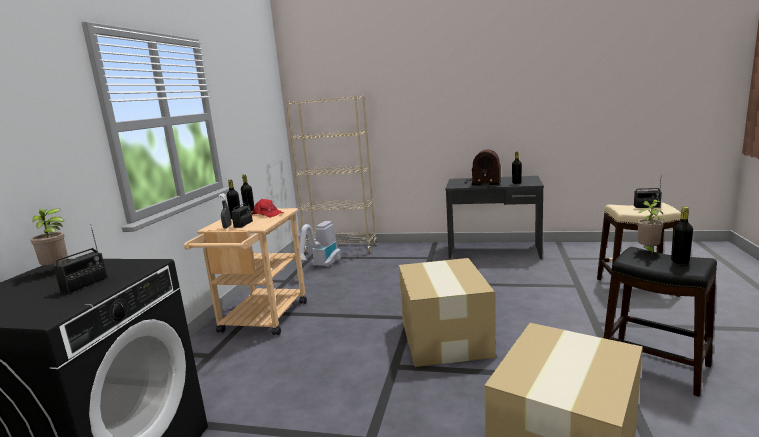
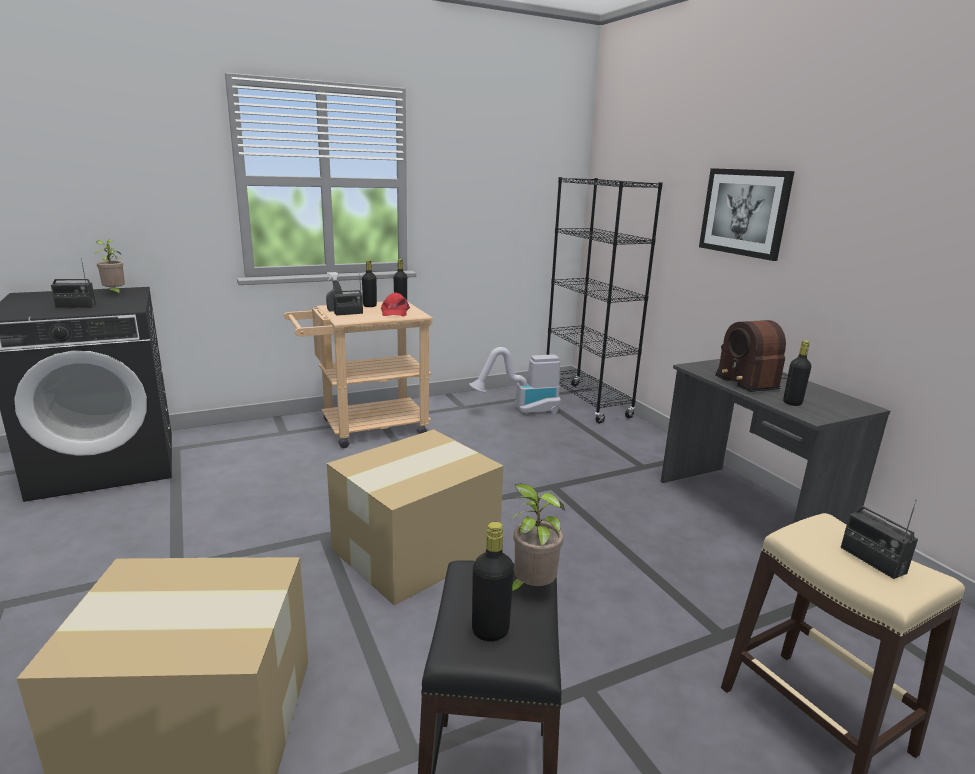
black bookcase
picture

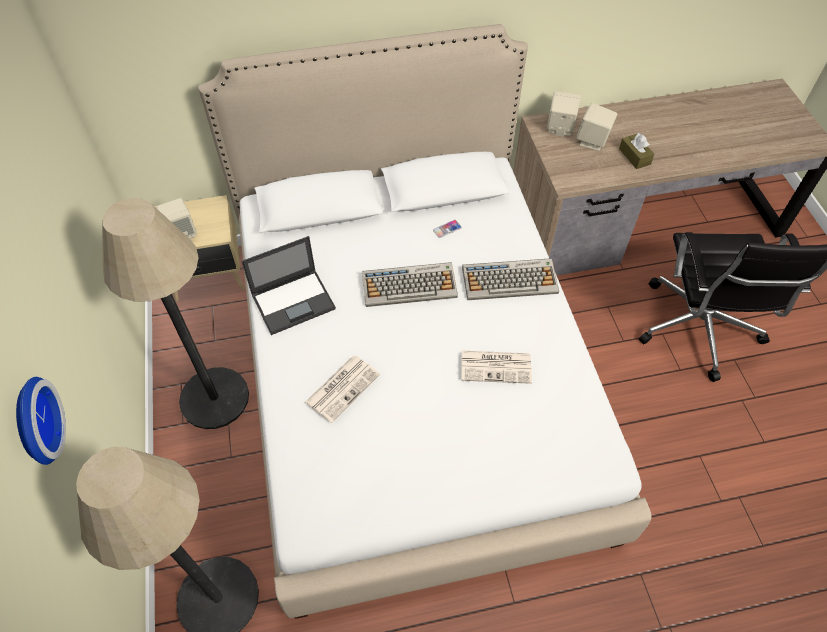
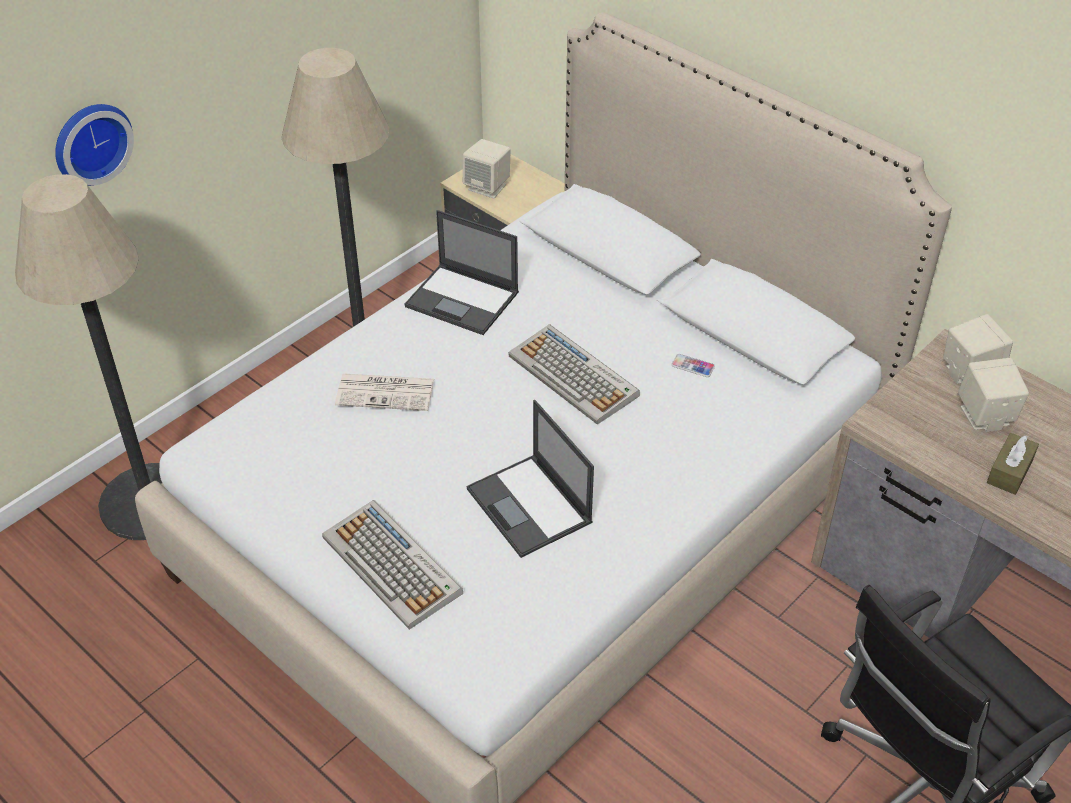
keyboard (1st from left)
laptop (2nd from left)

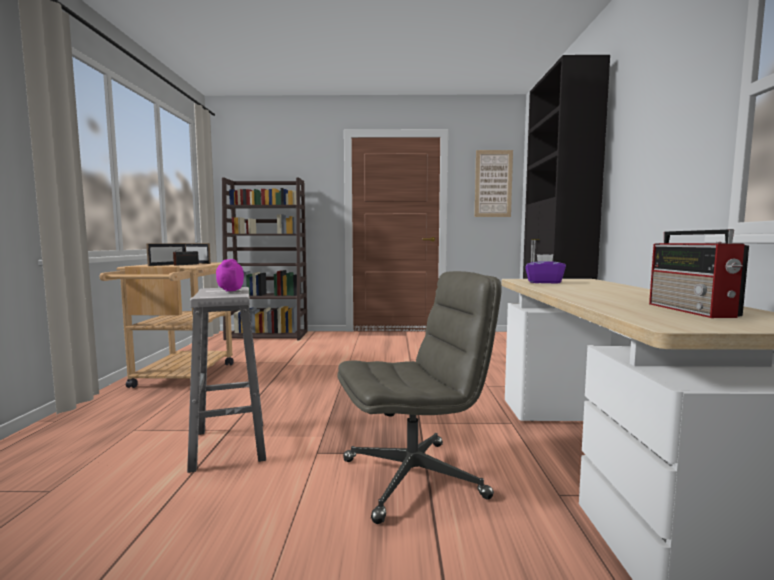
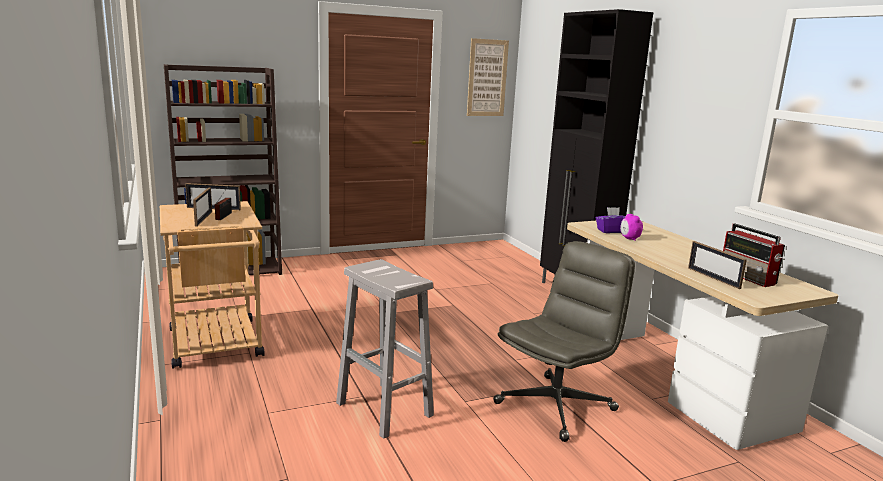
alarm clock
picture frame (3rd from left)

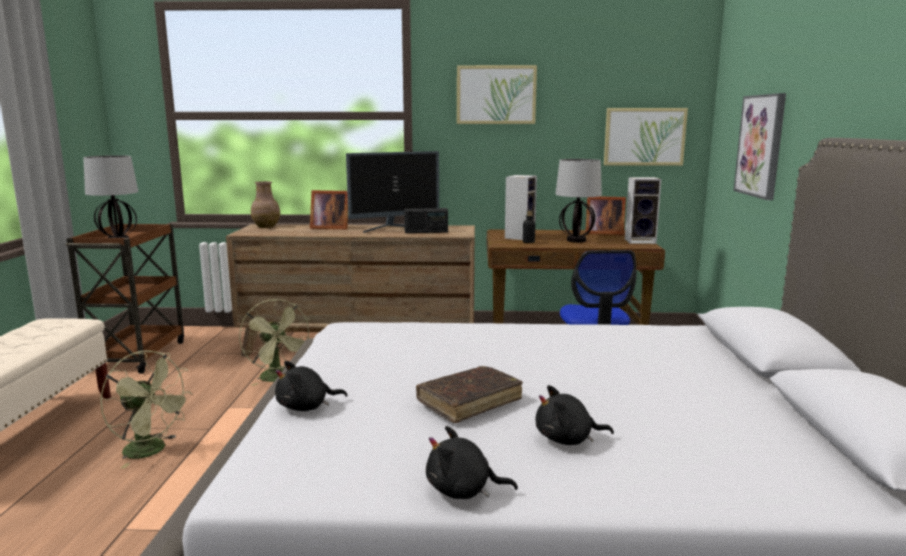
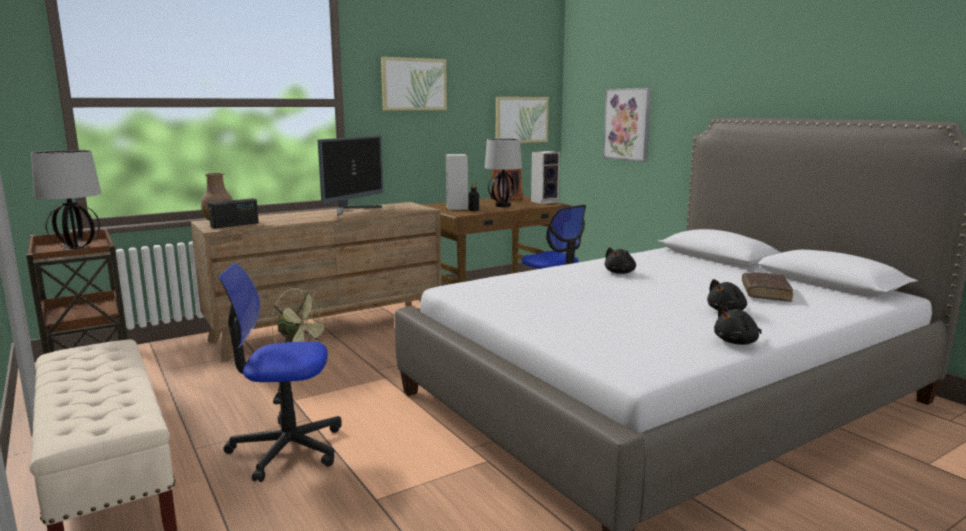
picture frame (1st from left in the first image)
radio
office chair (1st from left)
black plush toy (1st from left)
brown book

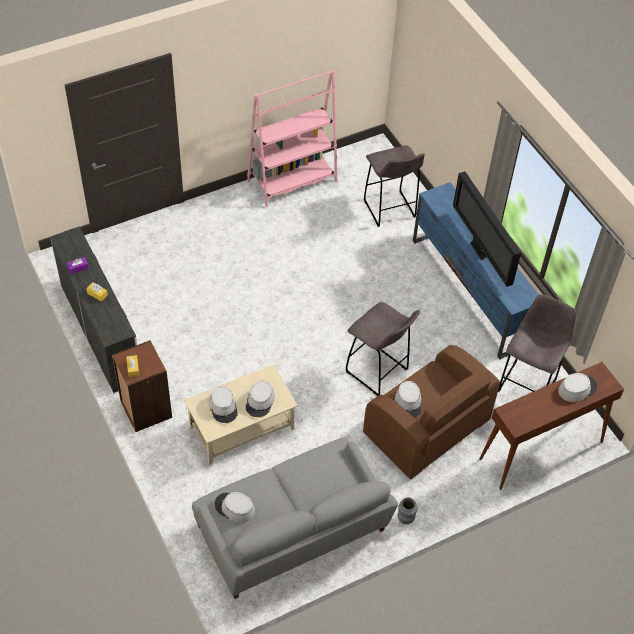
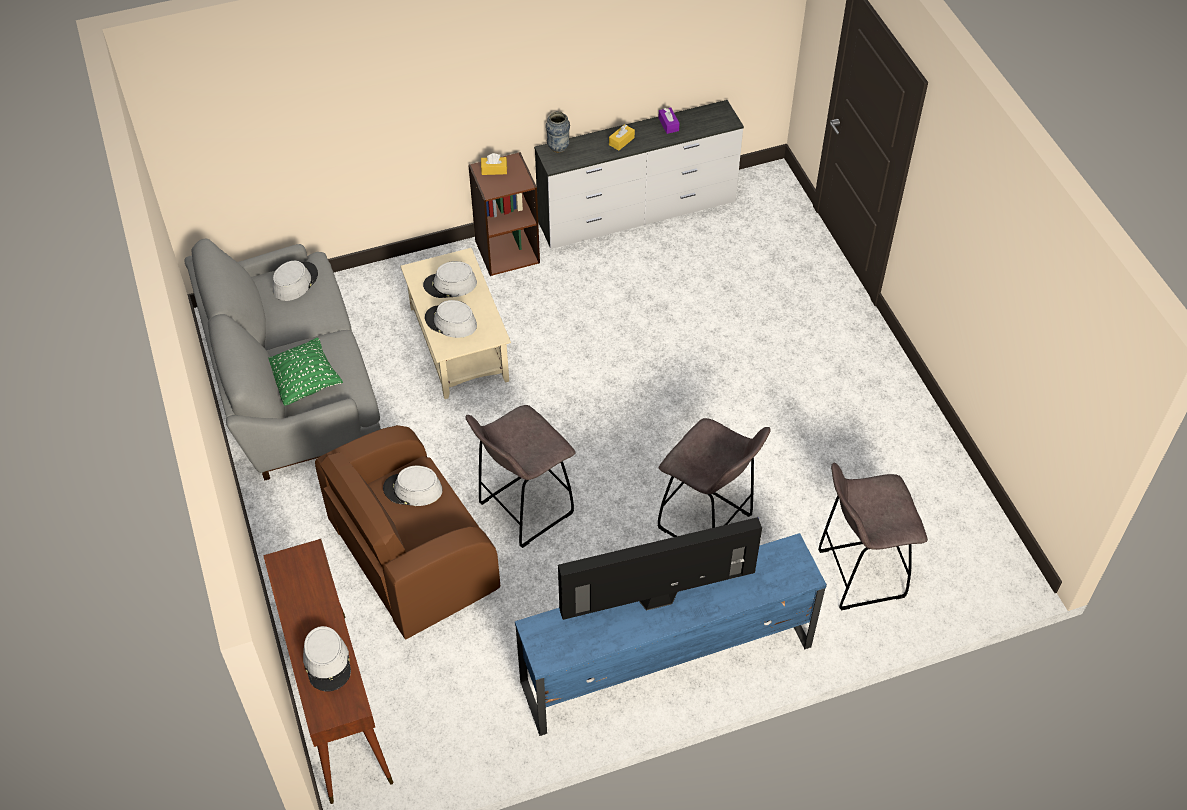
pink bookcase
grey stool (2nd from left)
vase
green pillow

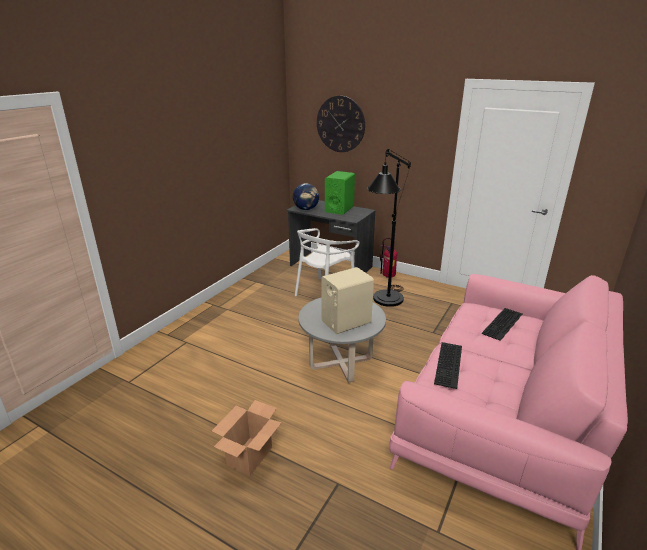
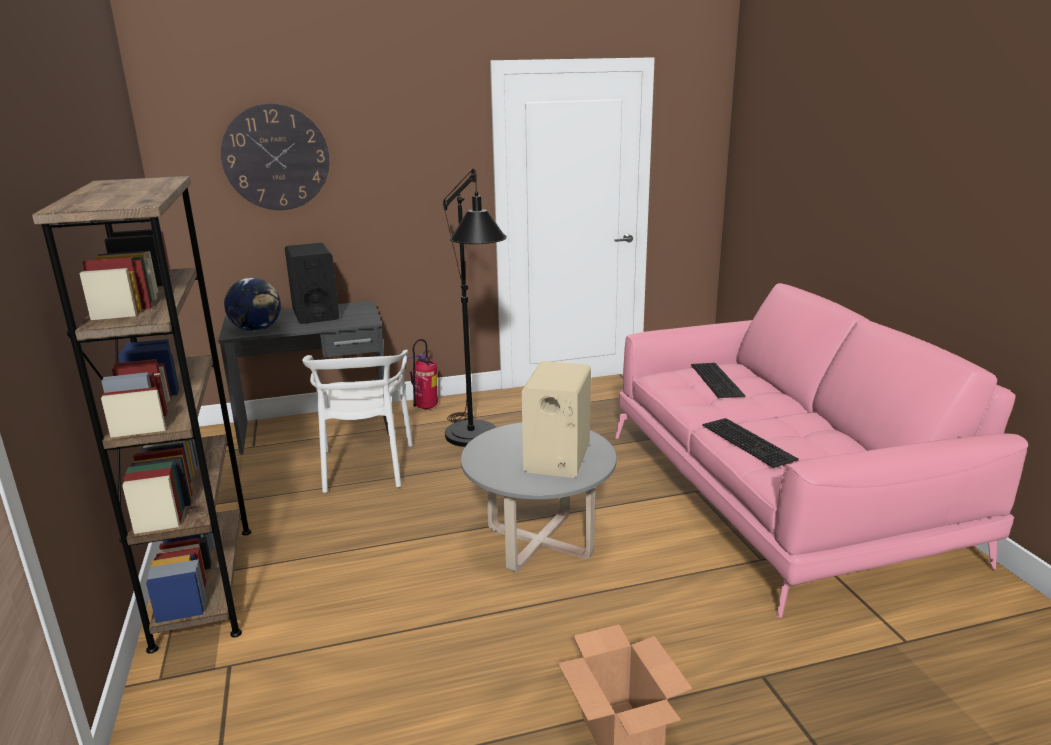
black speaker
brown bookcase

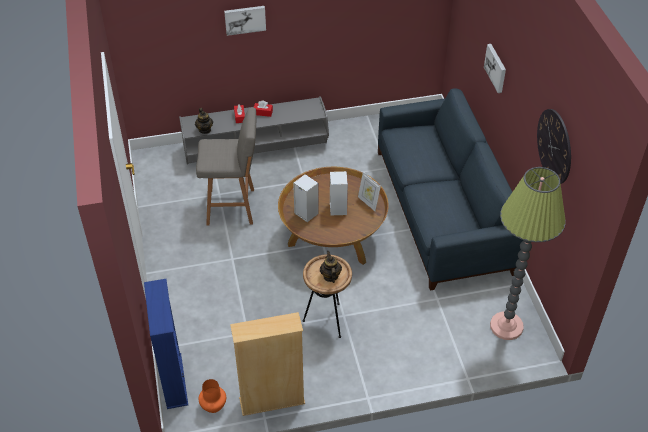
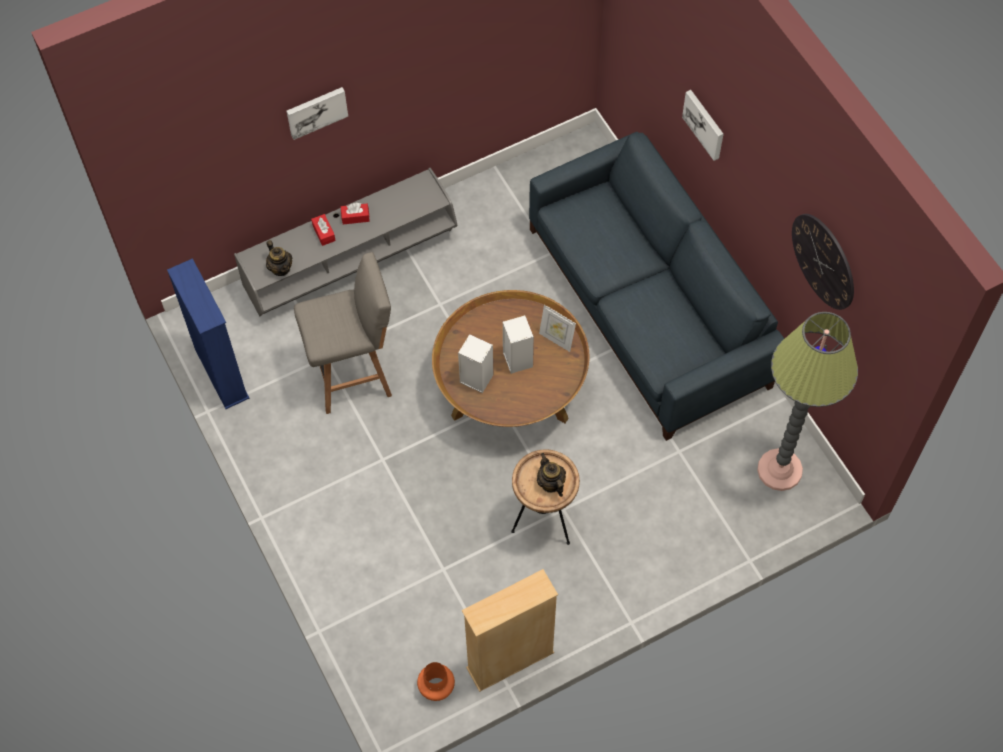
blue bookcase

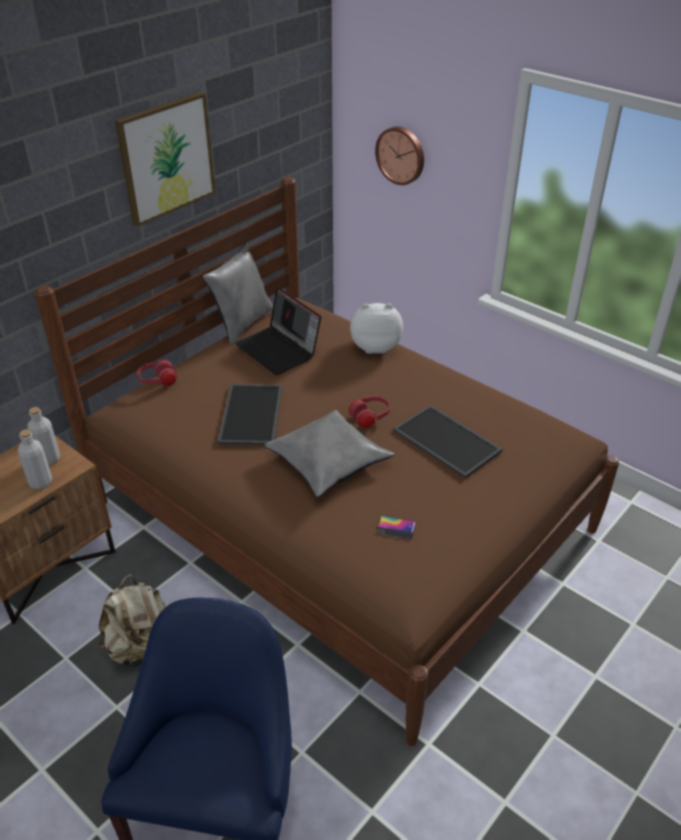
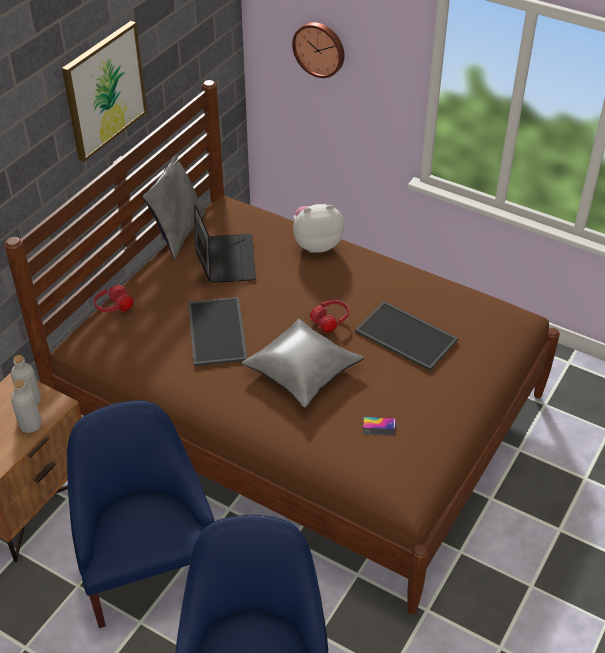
laptop
blue armchair (1st from left)

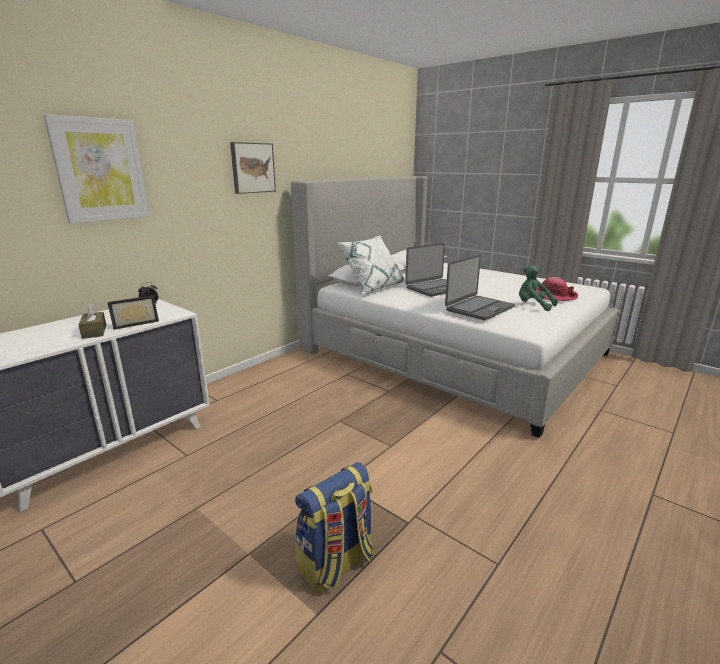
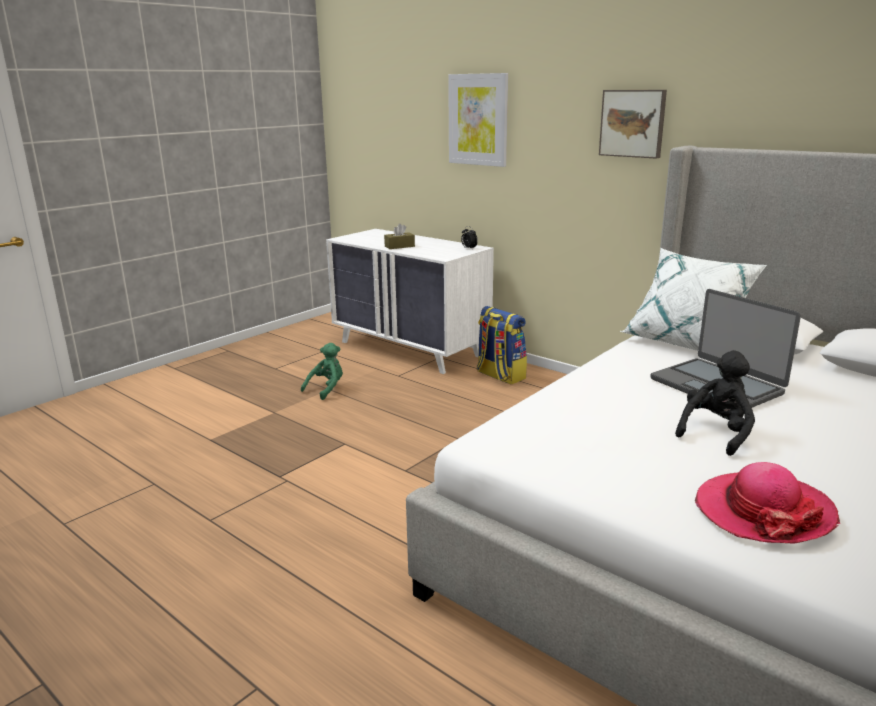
laptop (2nd from left in the first image)
green plush toy
picture frame
backpack
black plush toy

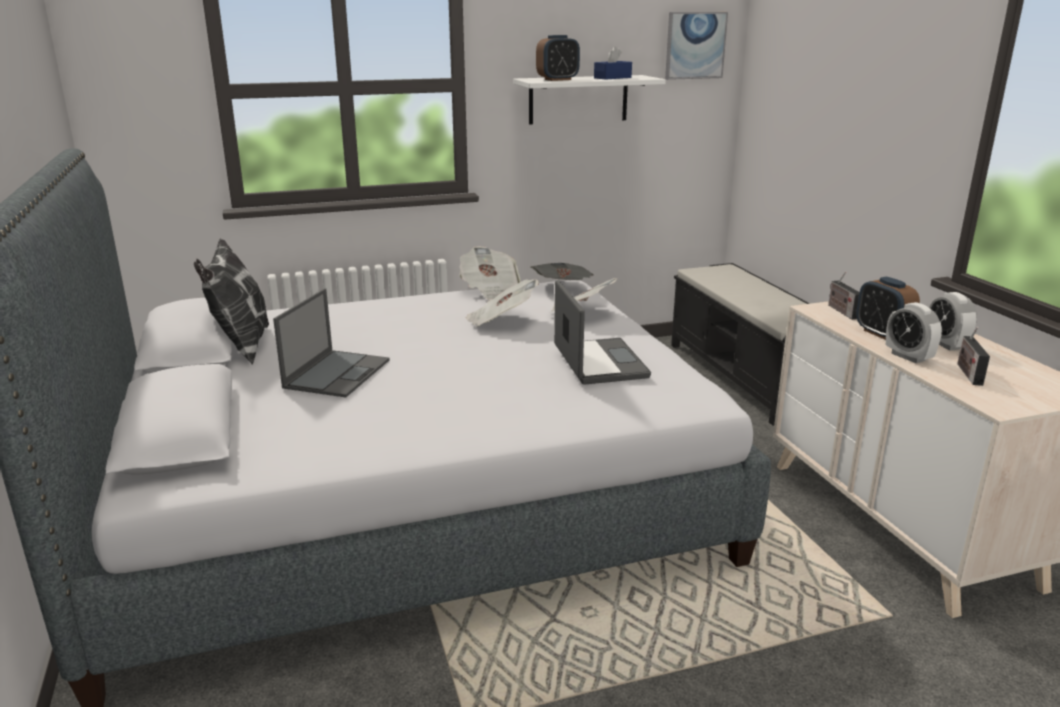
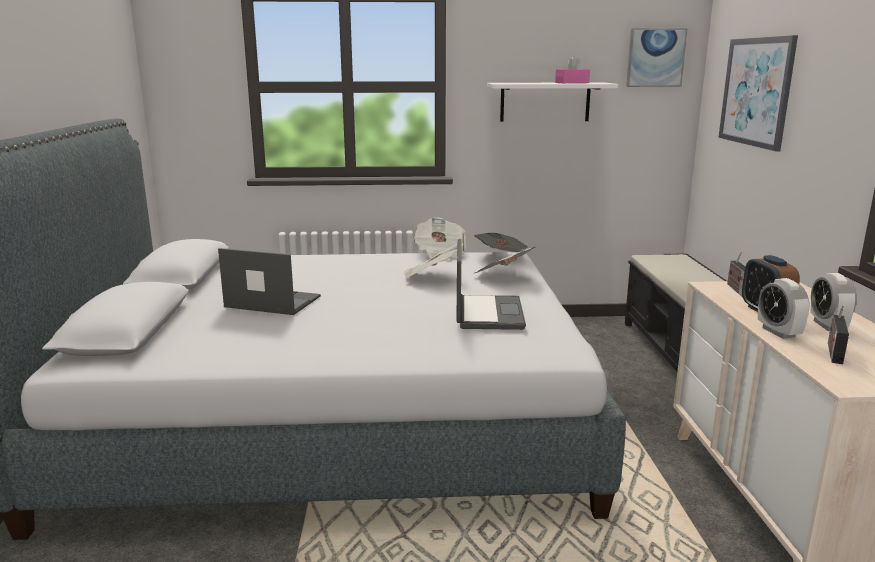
alarm clock (1st from left in the first image)
pink tissue box
pillow
laptop (1st from left)
picture (2nd from left)

